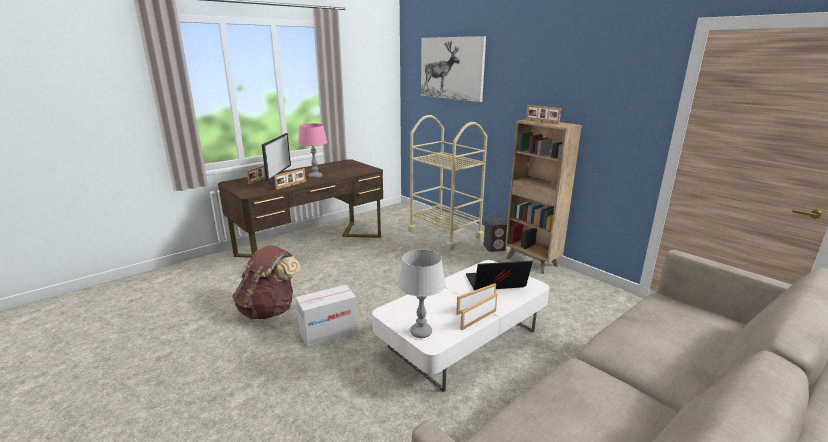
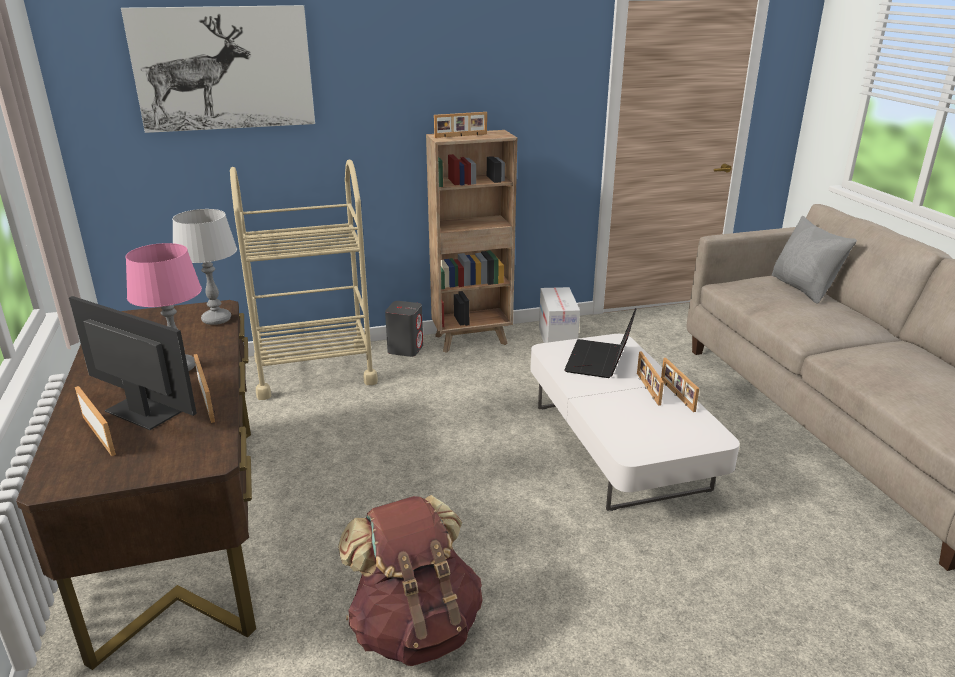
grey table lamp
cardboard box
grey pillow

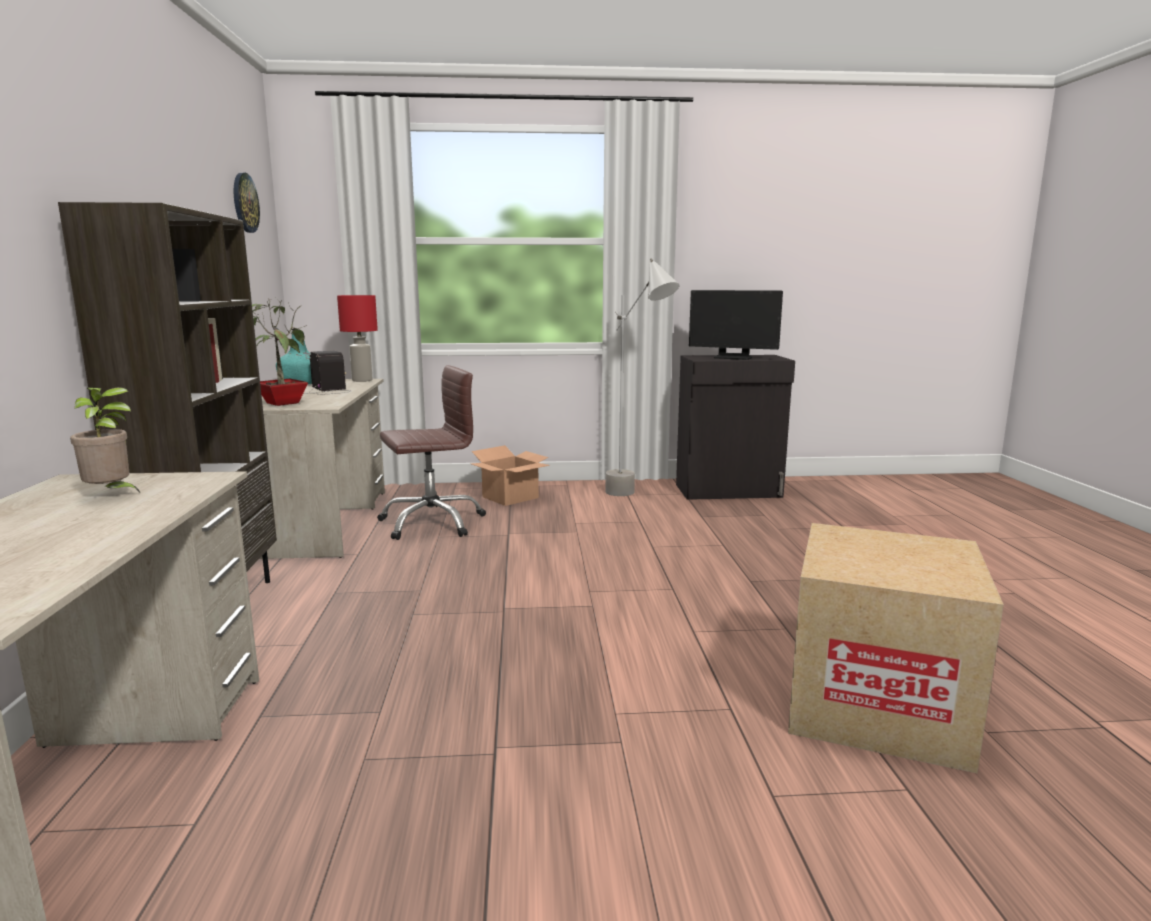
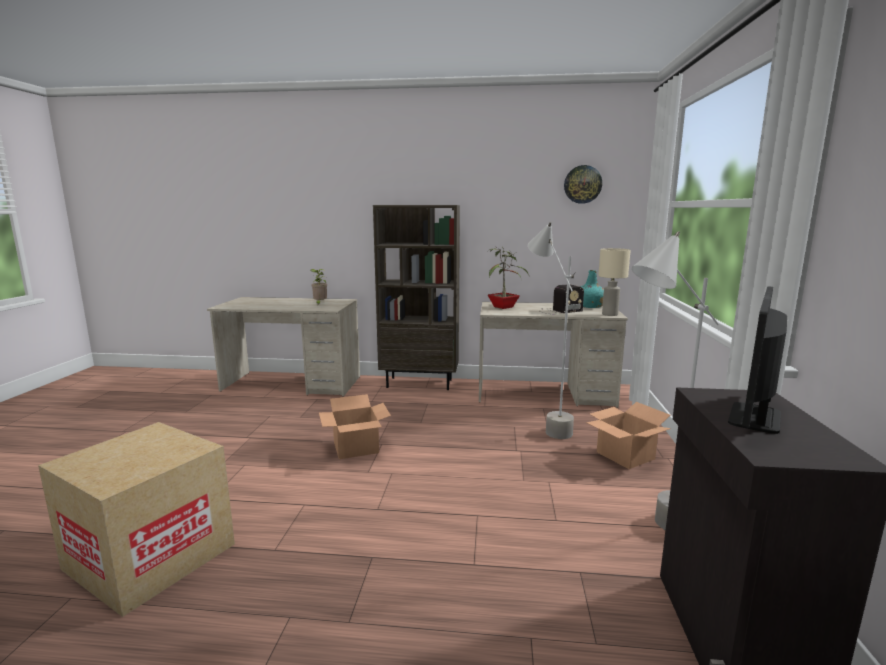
beige table lamp
grey floor lamp (1st from left)
cardboard box (2nd from left)

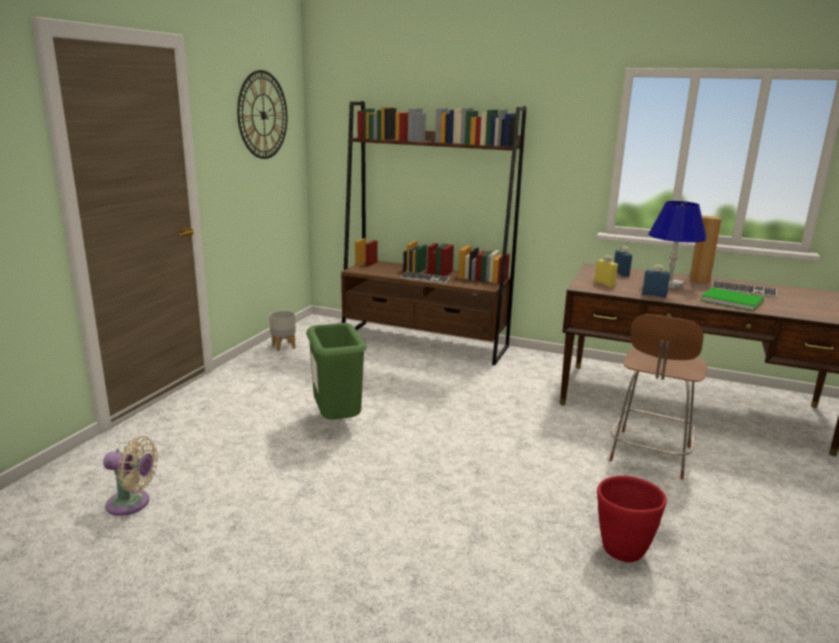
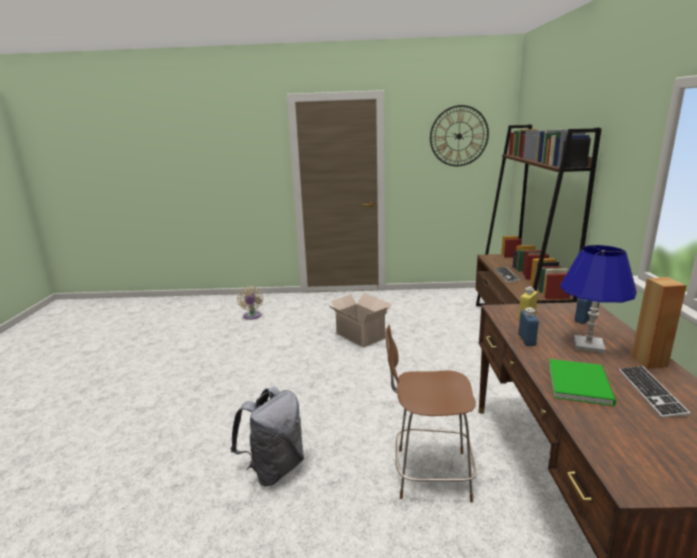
grey planter
cardboard box
grey backpack

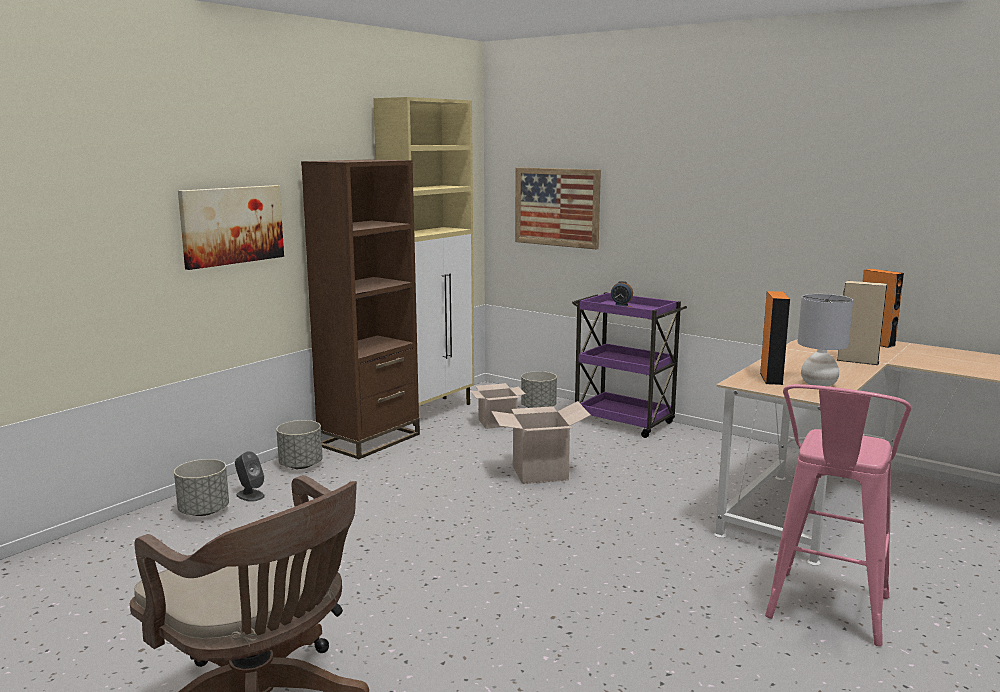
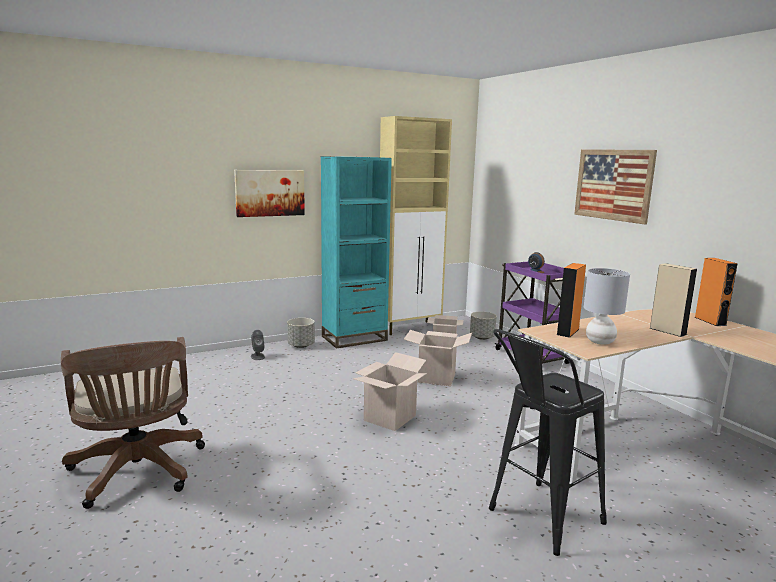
turquoise bookcase
picture (2nd from left)
black stool
grey planter (1st from left in the first image)
cardboard box (1st from left)

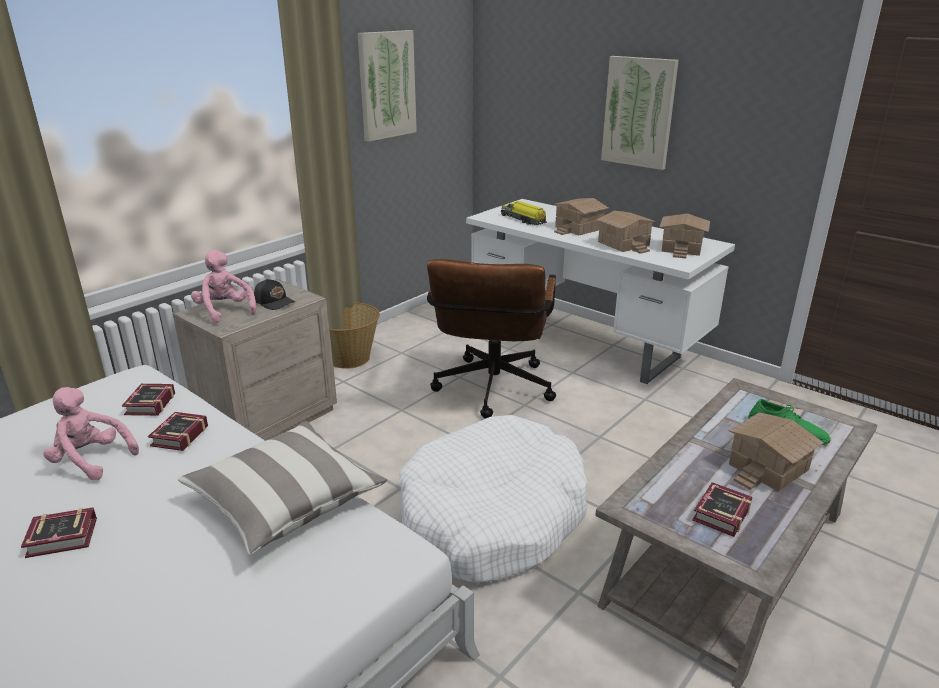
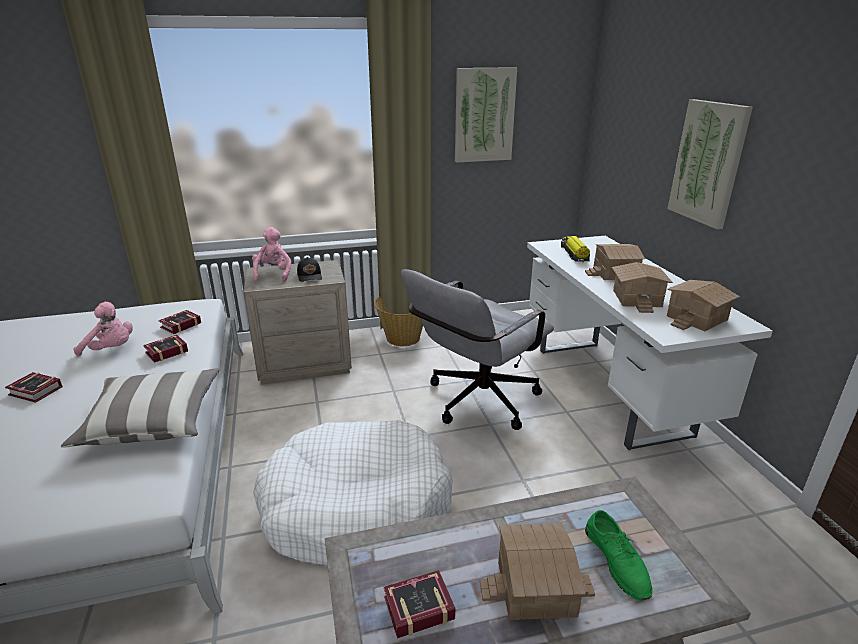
grey office chair
pink plush toy (1st from left)

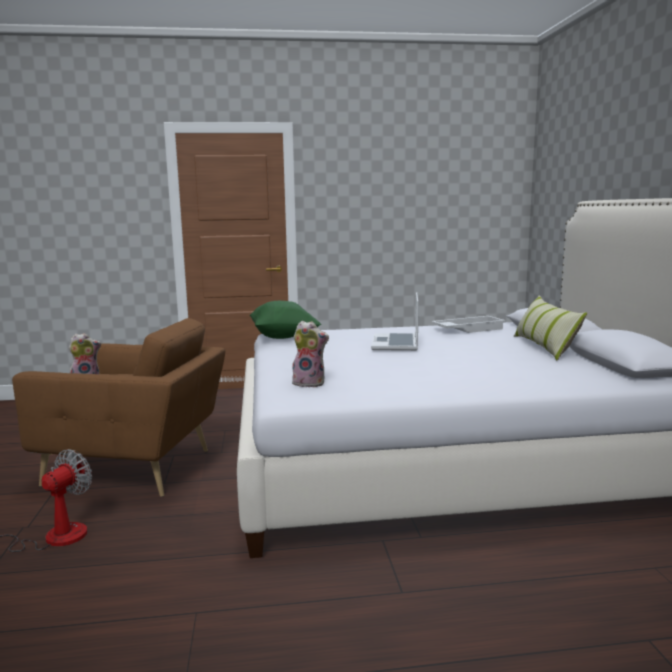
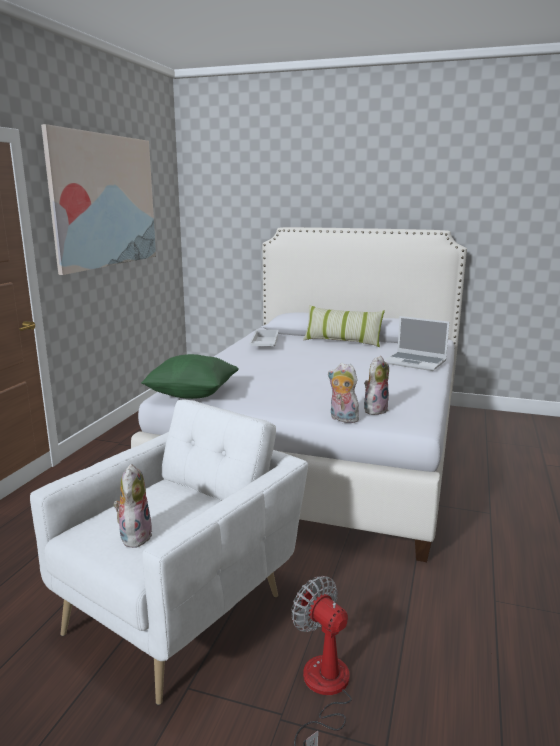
laptop
white armchair
picture
plush toy (2nd from left)

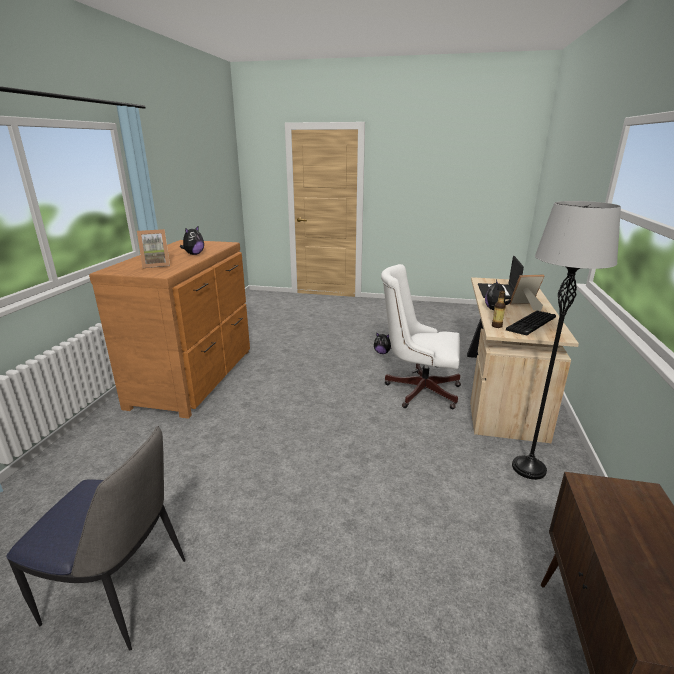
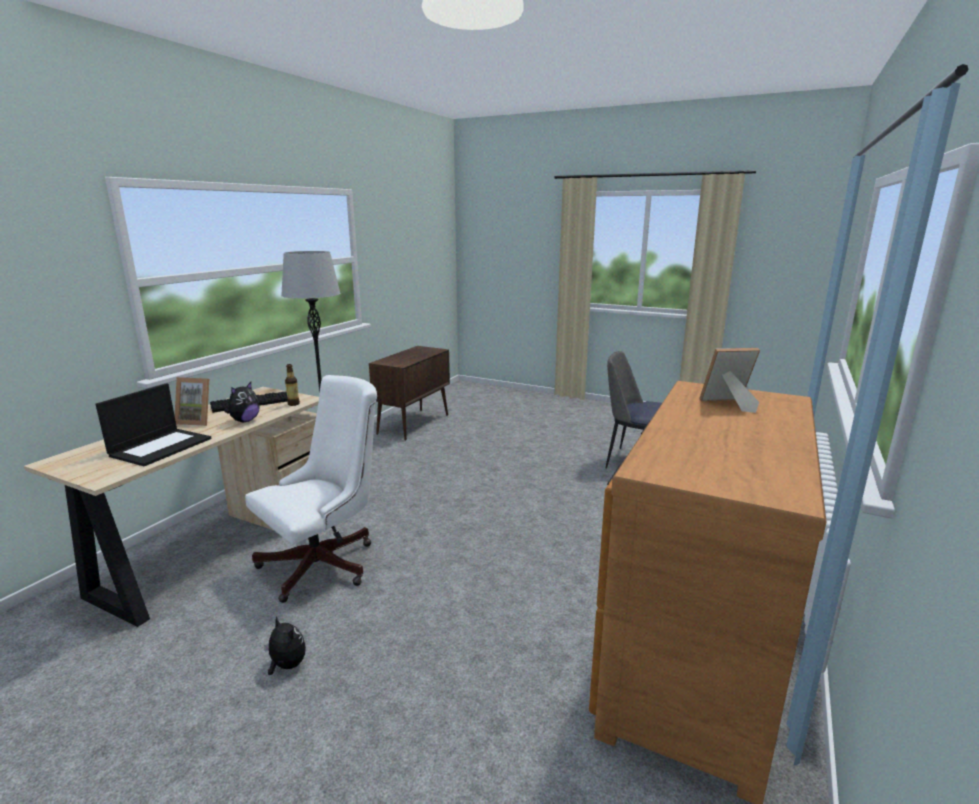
plush toy (1st from left in the first image)
white office chair

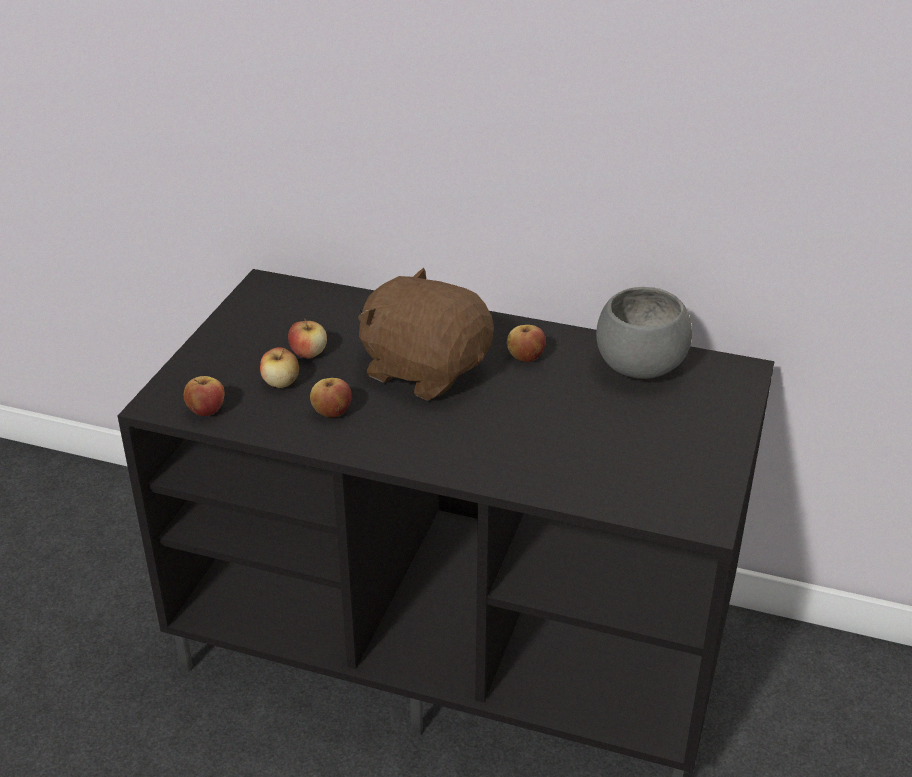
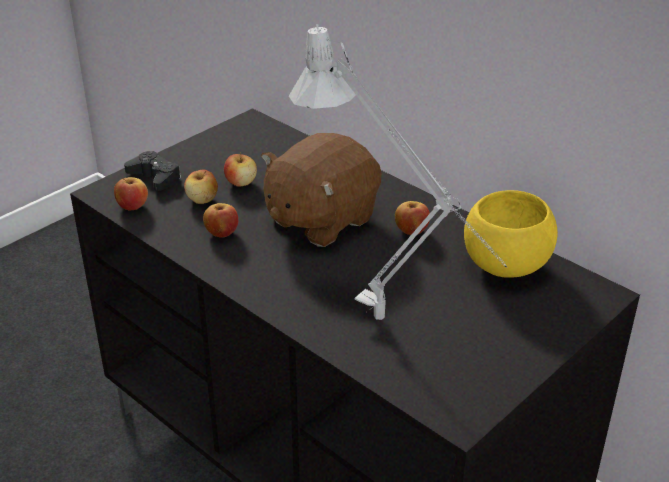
brown plush toy
yellow bowl
grey table lamp
black game controller

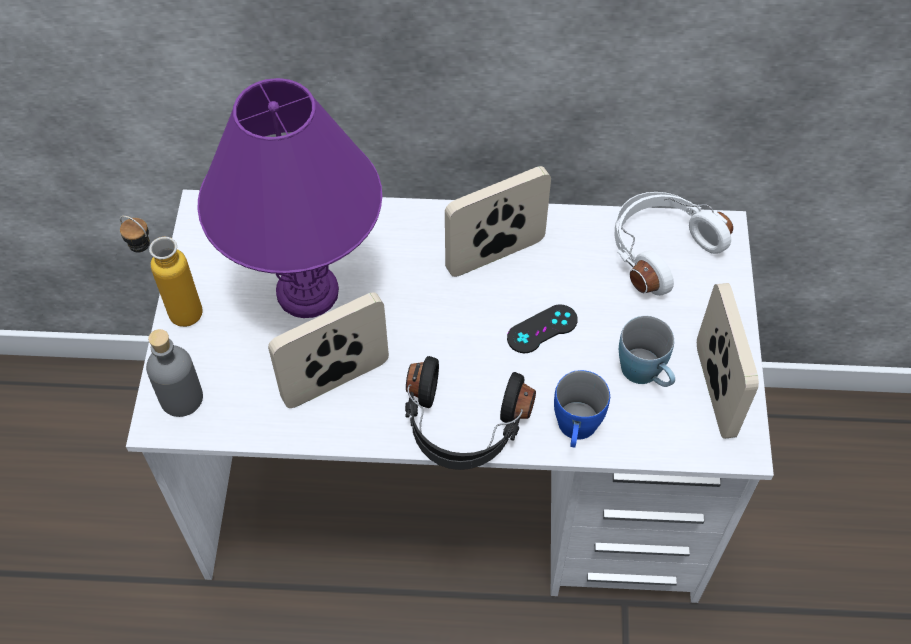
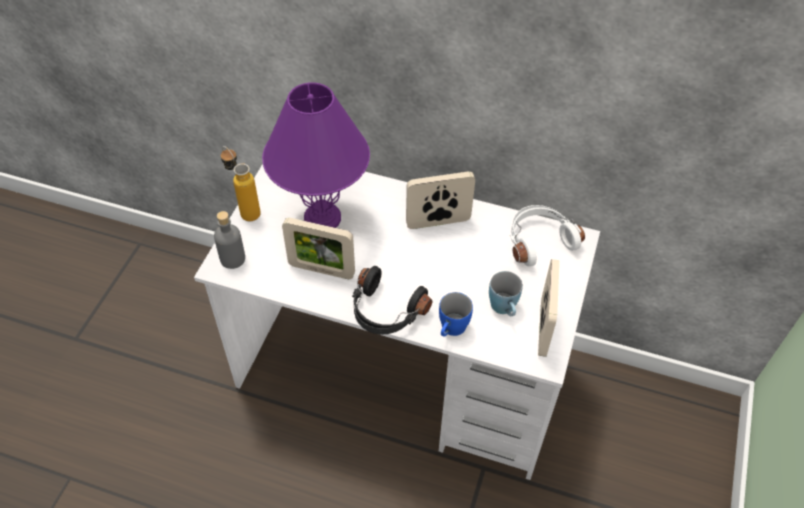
picture frame (1st from left)
black game controller

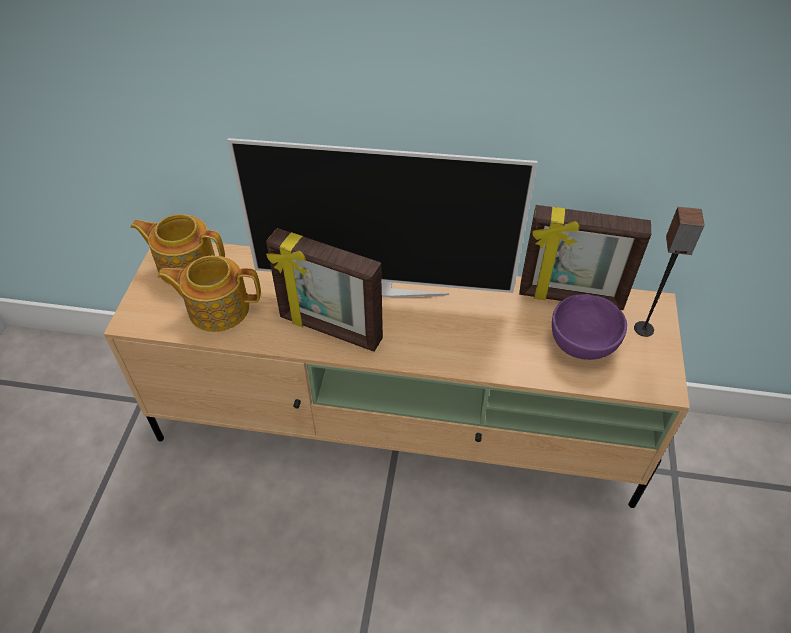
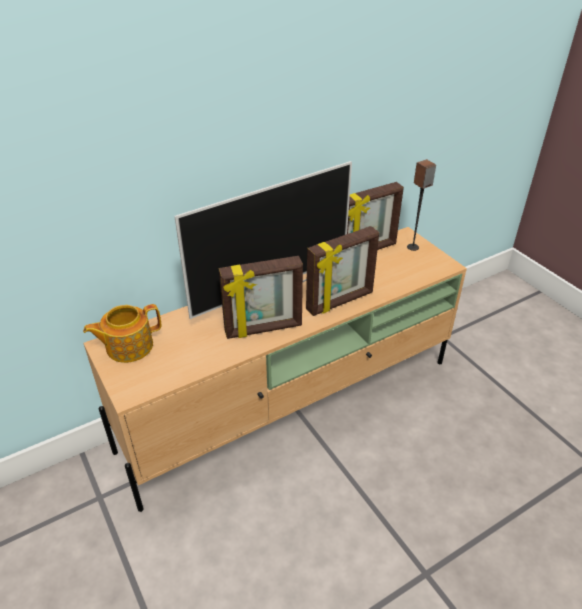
teapot (2nd from left in the first image)
purple bowl
picture frame (2nd from left)

